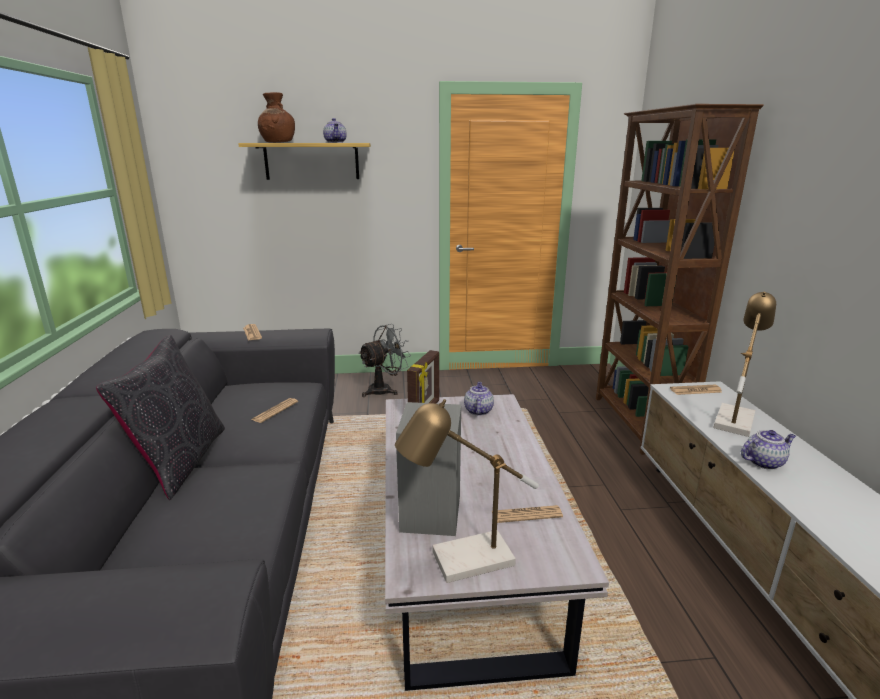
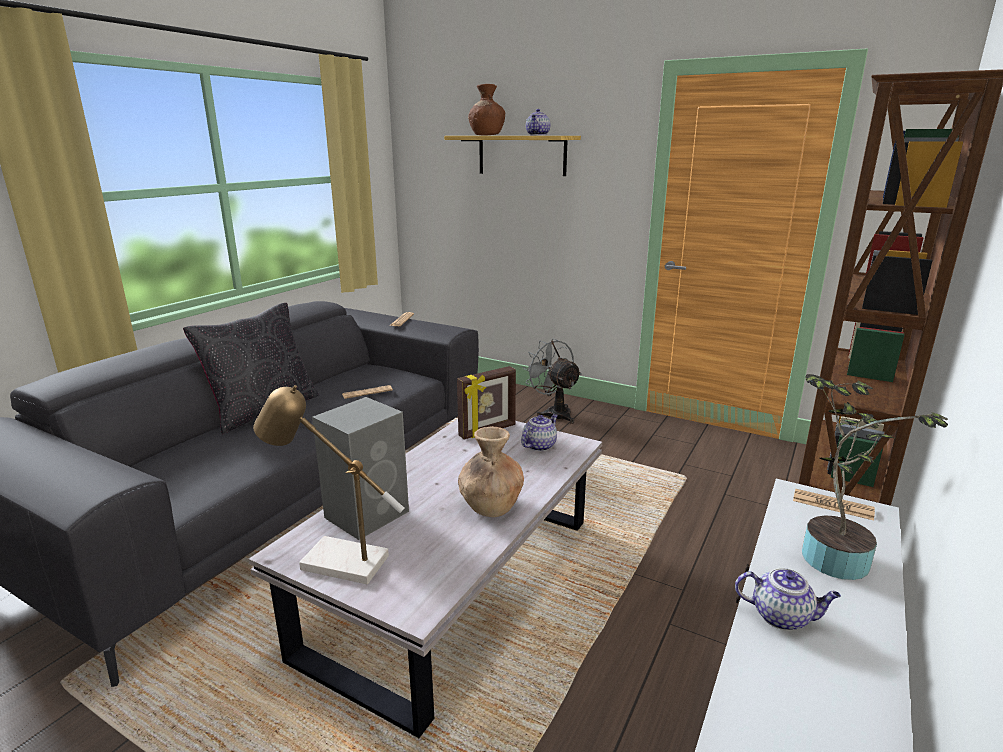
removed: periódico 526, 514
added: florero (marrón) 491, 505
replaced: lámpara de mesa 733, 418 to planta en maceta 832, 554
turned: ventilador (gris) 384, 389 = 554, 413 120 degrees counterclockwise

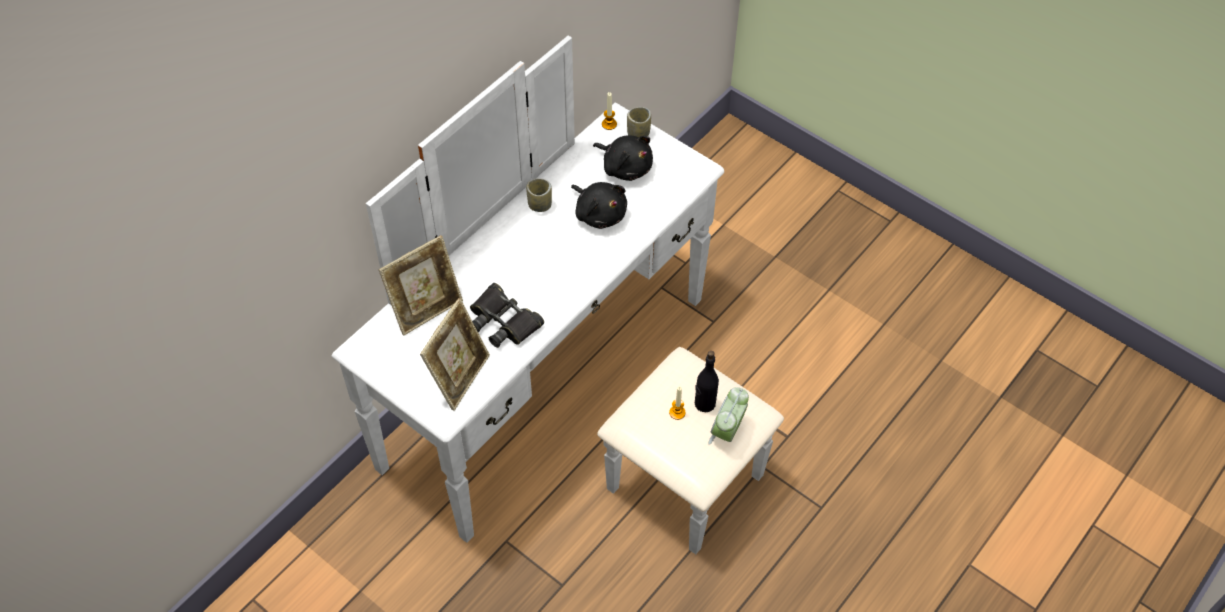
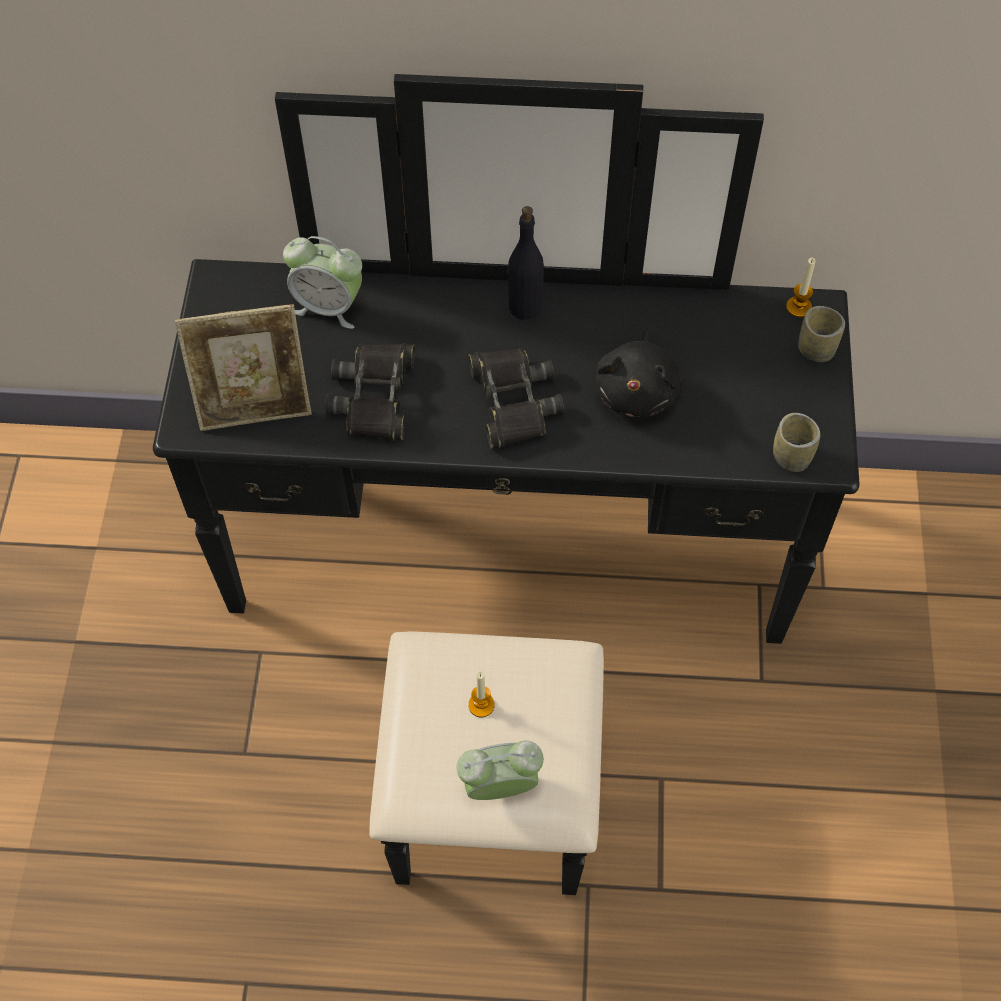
removed: peluche (negro) 625, 167
added: prismáticos (negro) 513, 401
moved: taza 540, 205 to 791, 457; botella (negro) 704, 403 to 524, 306
replaced: portarretratos 426, 309 to despertador 329, 306
recoloured: cómoda (blanco) 577, 402 to cómoda (negro) 508, 602

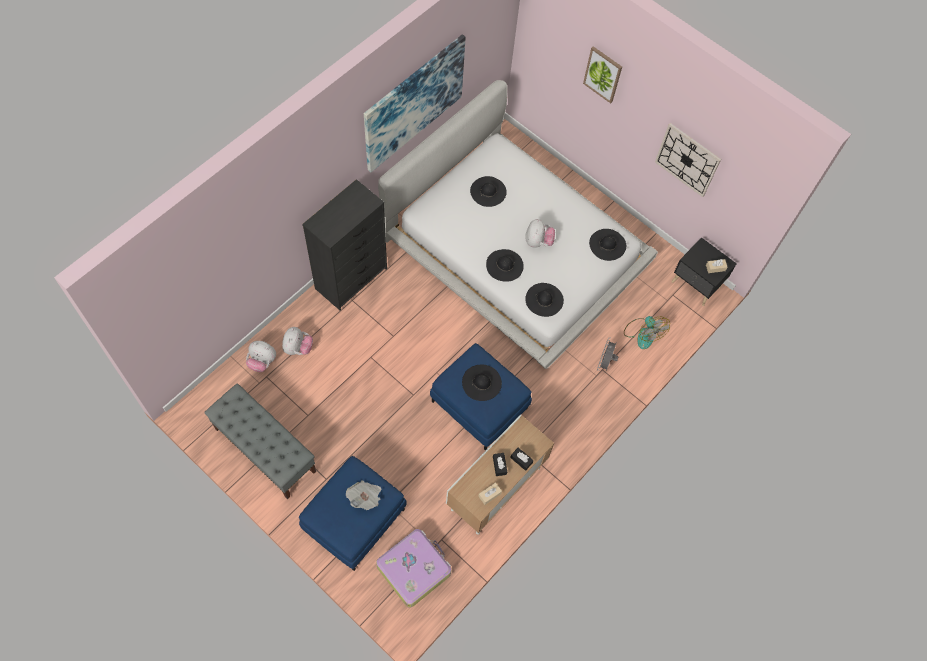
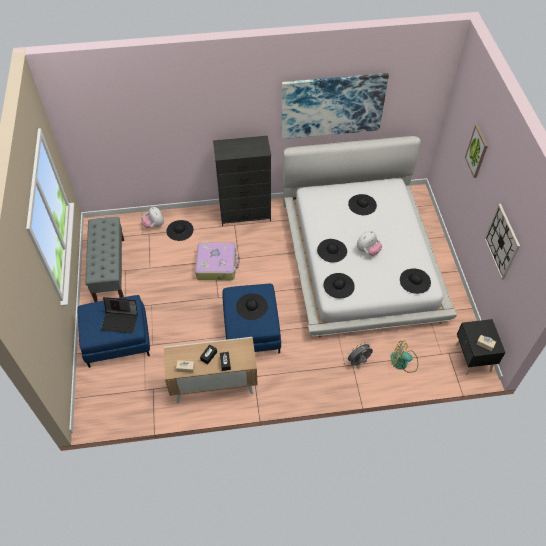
moved: maleta 414, 569 to 217, 265
replaced: peluche 298, 348 to sombrero (negro) 180, 230; periódico 365, 497 to portátil 120, 320
turned: ventilador 643, 333 = 403, 362 90 degrees clockwise

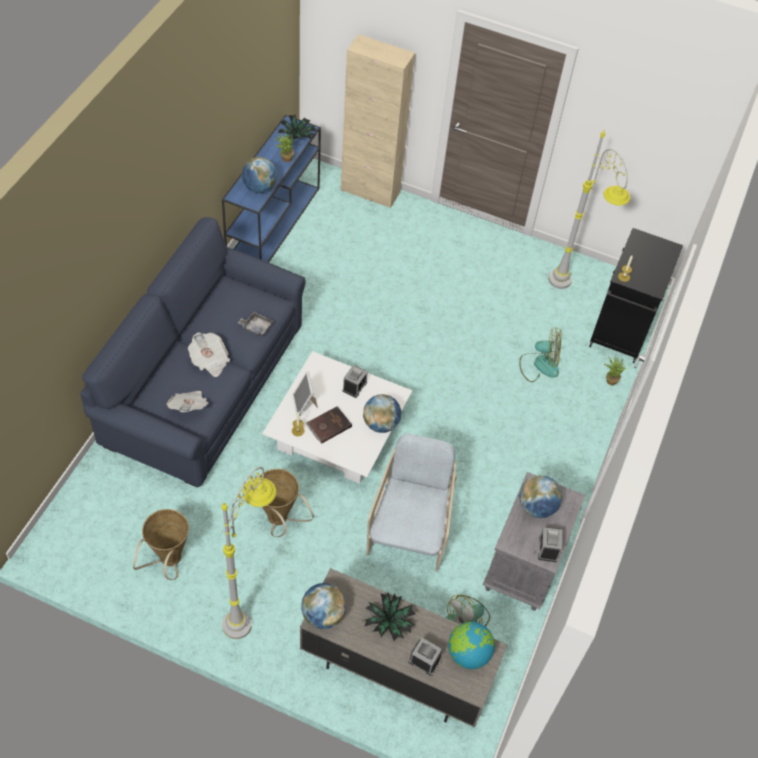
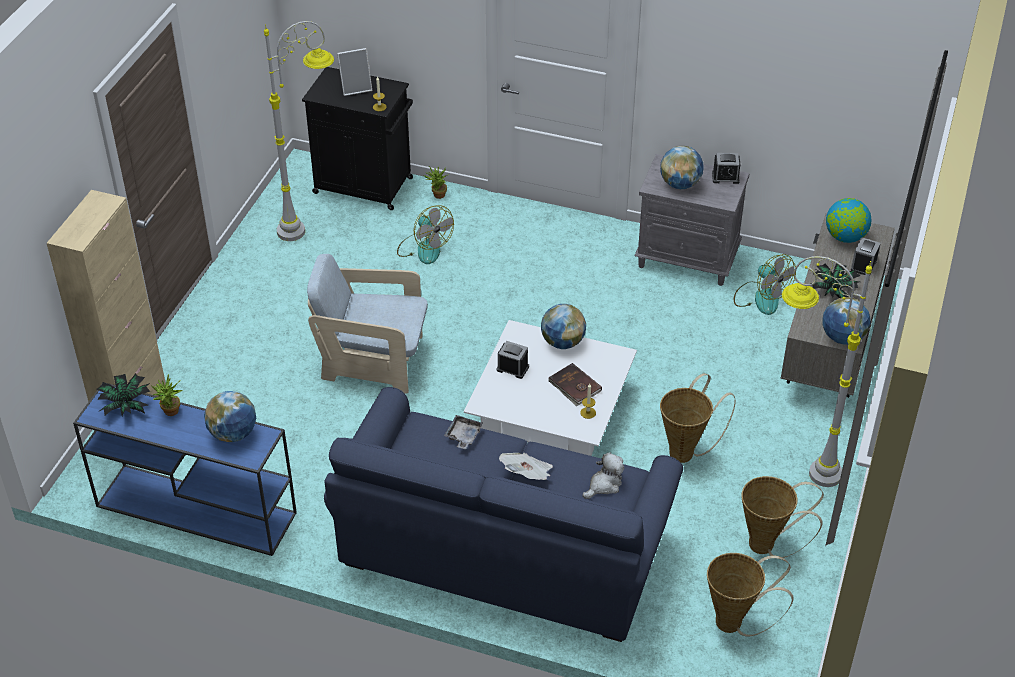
added: cesta 735, 623
moved: portarretratos 304, 405 to 356, 88; sillón (beis) 409, 530 to 373, 361
replaced: periódico 189, 407 to peluche 604, 485
turned: ventilador 539, 365 = 424, 248 135 degrees clockwise

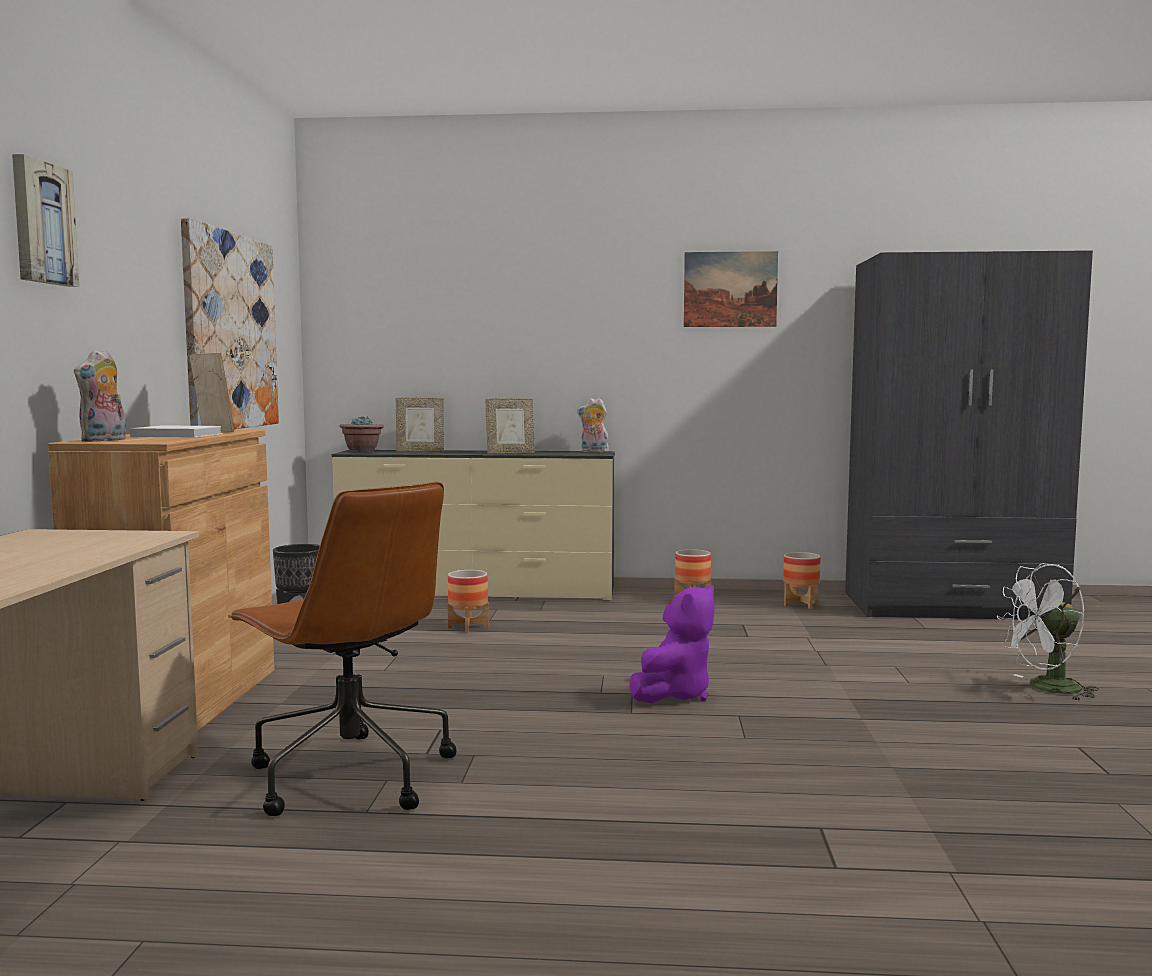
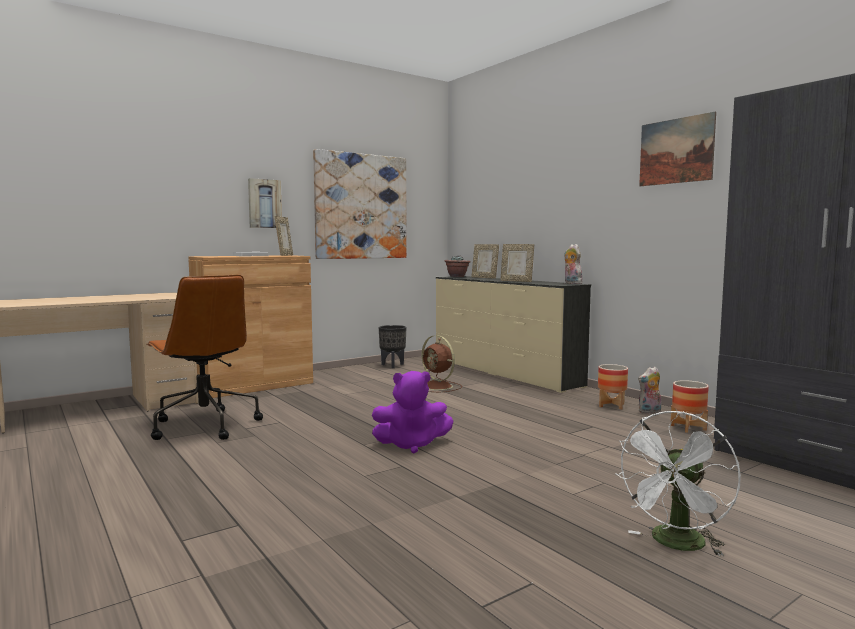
moved: cuadro 41, 223 to 264, 203; peluche 104, 440 to 649, 412
replaced: maceta 468, 627 to ventilador (marrón) 438, 387
turned: silla de oficina (marrón) 349, 775 = 204, 425 45 degrees counterclockwise; ventilador (blanco) 1045, 688 = 676, 545 90 degrees counterclockwise

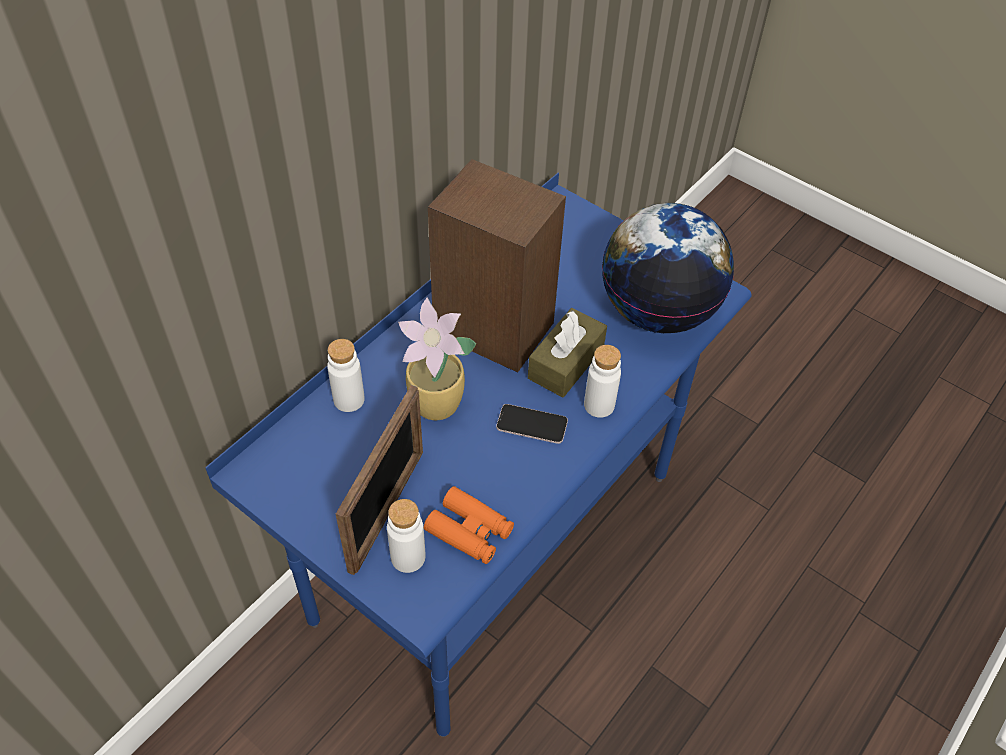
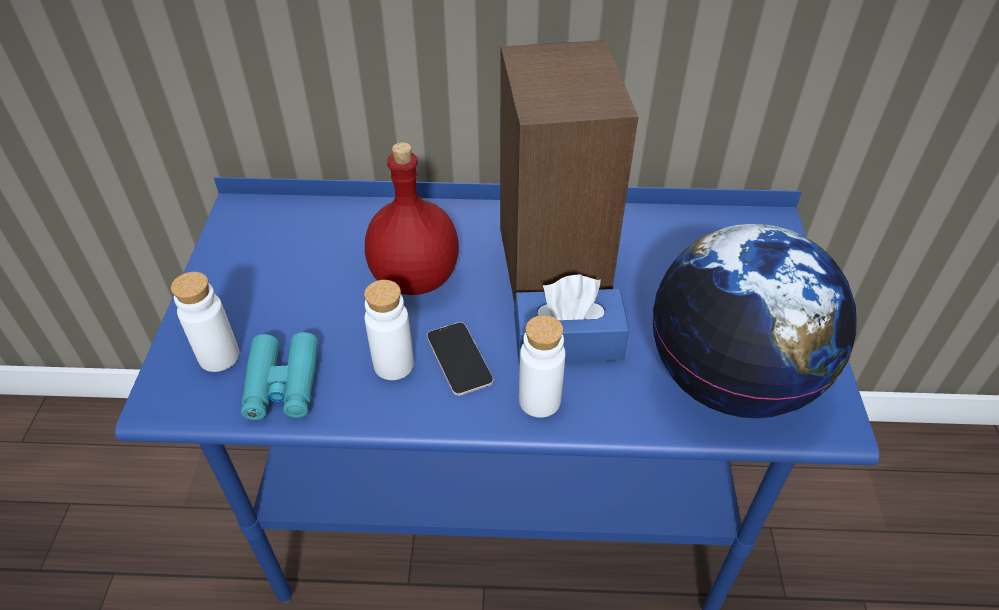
removed: portarretratos 387, 509
moved: botella (blanco) 349, 399 to 393, 364
replaced: planta en maceta 437, 405 to botella (rojo) 417, 278
recoloured: caja de pañuelos (marrón) 566, 363 to caja de pañuelos (azul) 568, 341; prismáticos (naranja) 469, 531 to prismáticos (turquesa) 283, 384

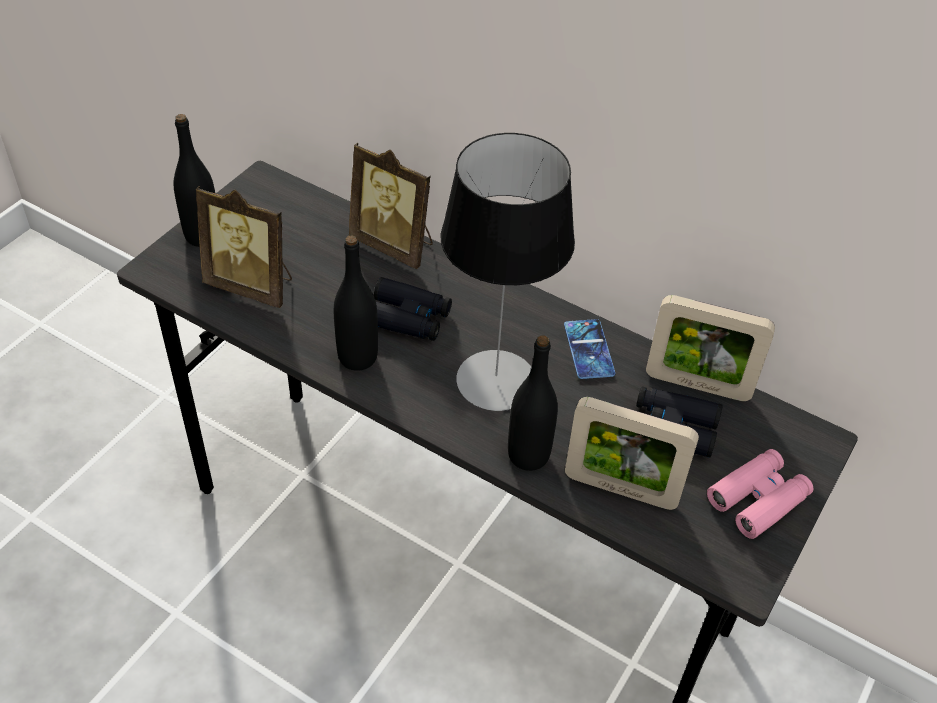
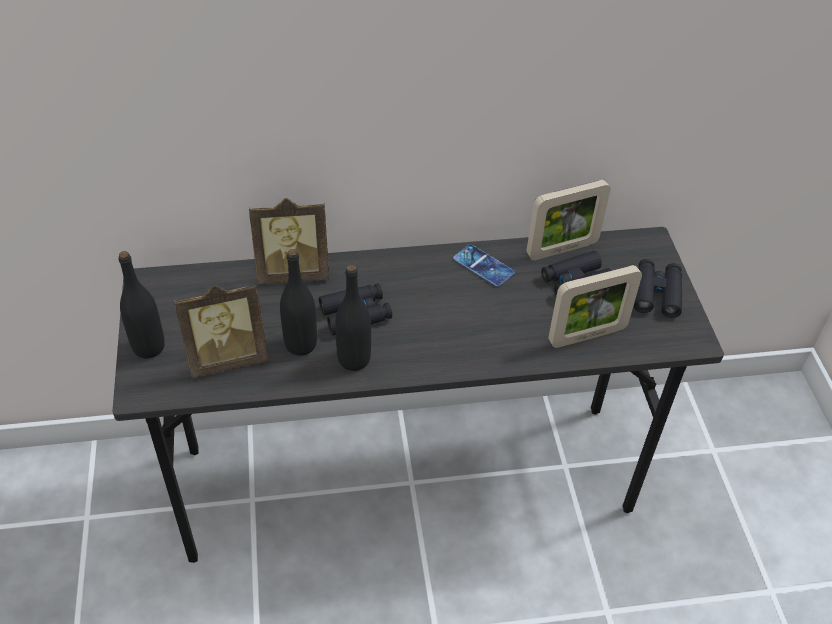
removed: lámpara de mesa 496, 380
moved: botella (negro) 528, 455 to 301, 344
recoloured: prismáticos (rosa) 758, 499 to prismáticos (negro) 656, 293

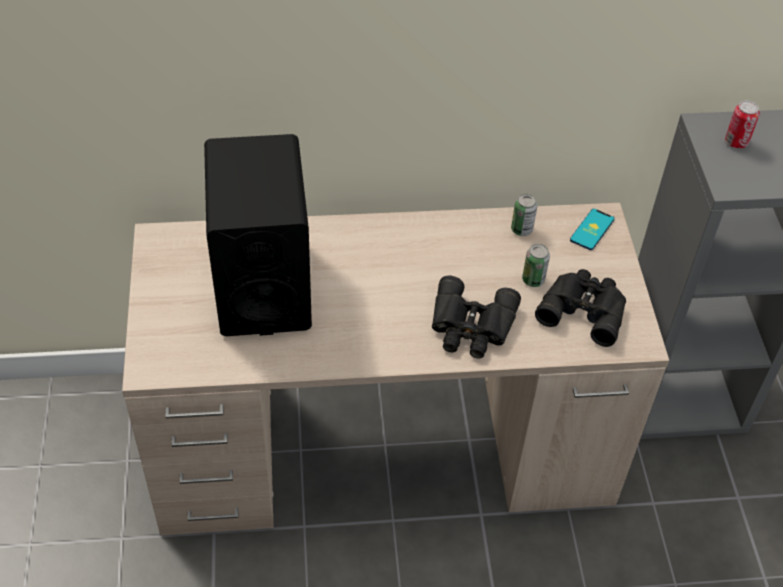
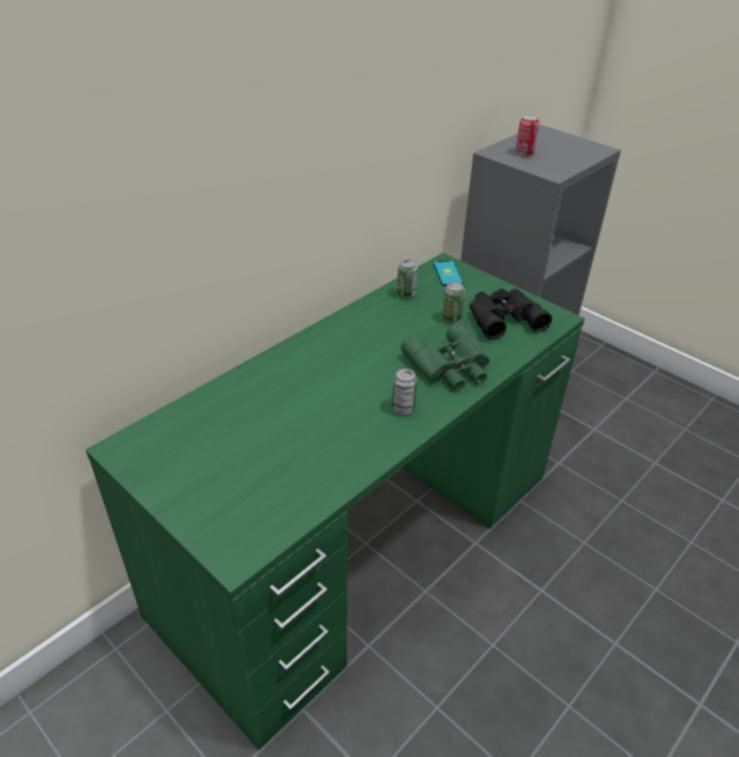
removed: altavoz (negro) 263, 286
added: lata 403, 408
recoloured: escritorio (beis) 385, 441 to escritorio (verde) 364, 541; prismáticos (negro) 471, 326 to prismáticos (verde) 450, 367

